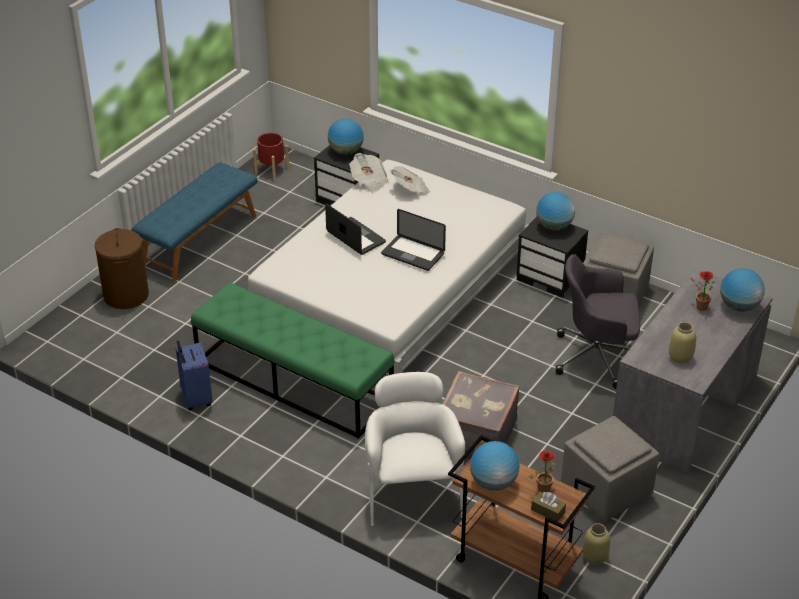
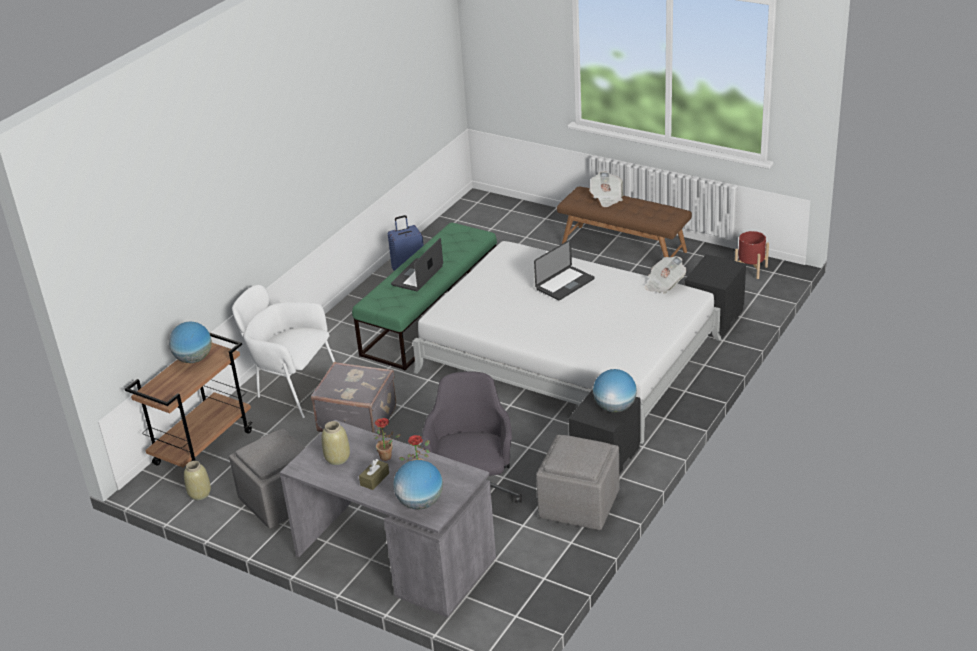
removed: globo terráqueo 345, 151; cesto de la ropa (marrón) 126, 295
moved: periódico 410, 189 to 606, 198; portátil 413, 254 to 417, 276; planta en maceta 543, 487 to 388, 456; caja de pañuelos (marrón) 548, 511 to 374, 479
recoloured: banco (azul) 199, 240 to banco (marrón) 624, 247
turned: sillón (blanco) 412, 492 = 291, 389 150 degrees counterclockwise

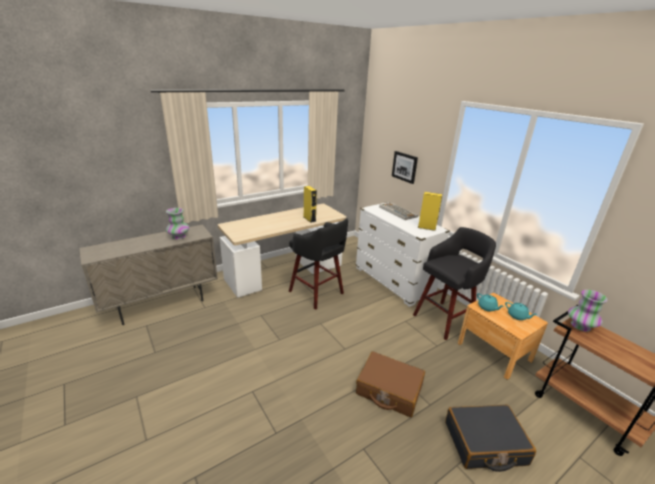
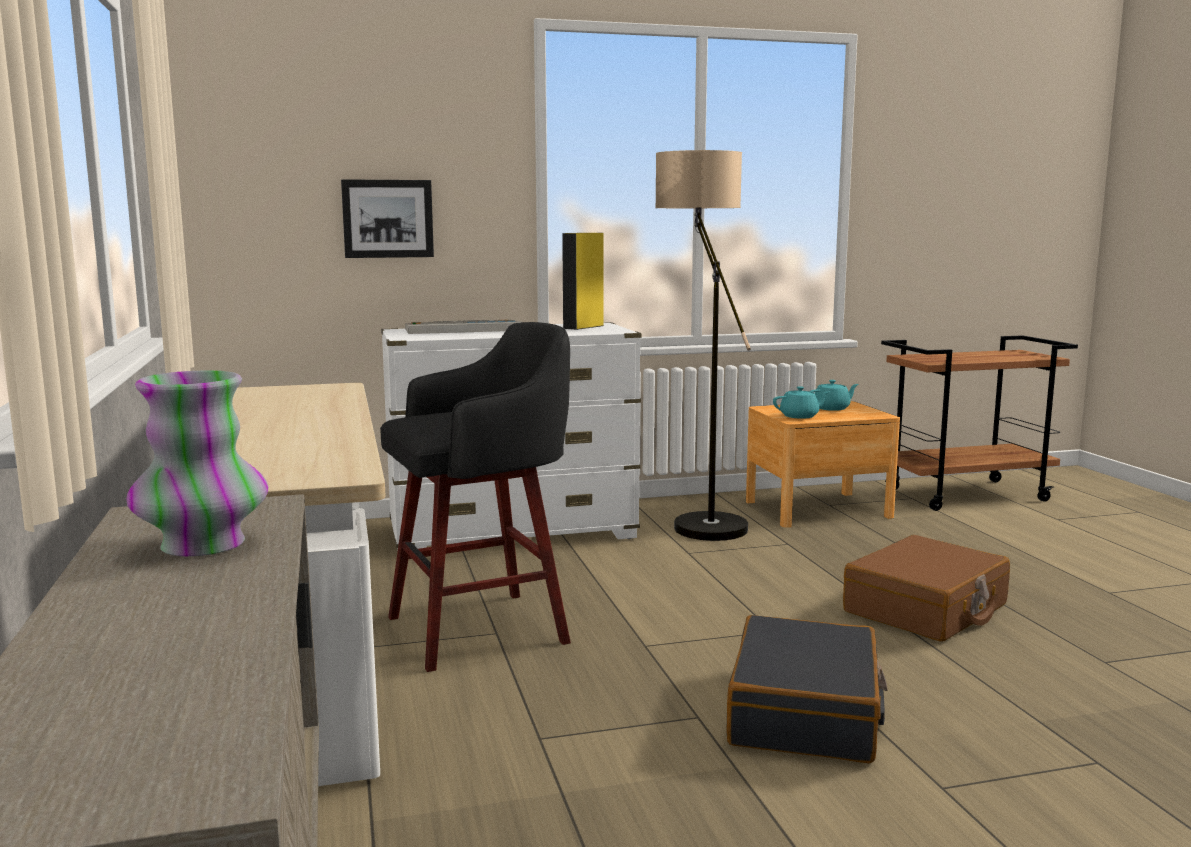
removed: altavoz (amarillo) 309, 219; florero 580, 326
moved: maleta (negro) 485, 443 to 805, 713
replaced: taburete (negro) 445, 319 to lámpara de pie 700, 520

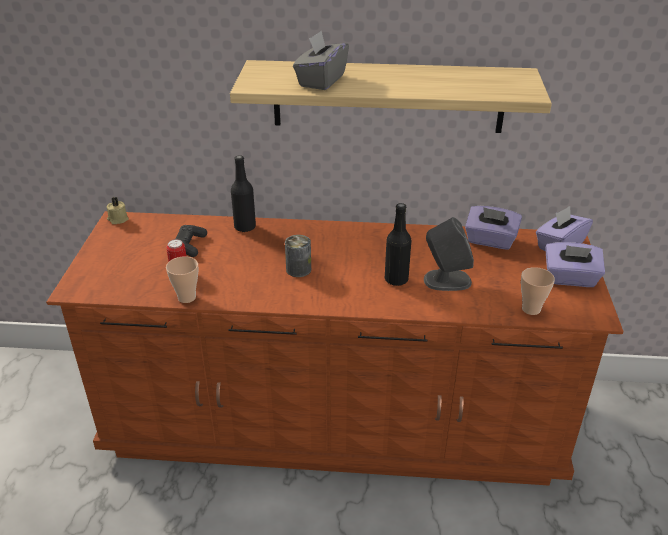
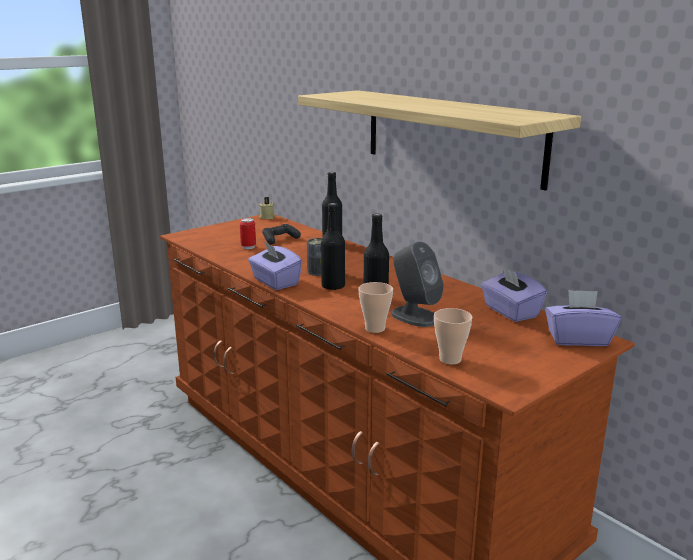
removed: caja de pañuelos (gris) 321, 80
added: botella (negro) 333, 286
moved: caja de pañuelos (morado) 570, 279 to 275, 282; taza 187, 297 to 375, 329

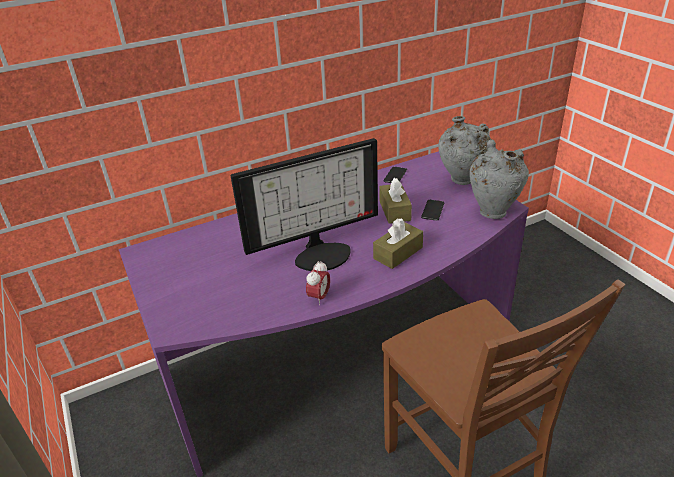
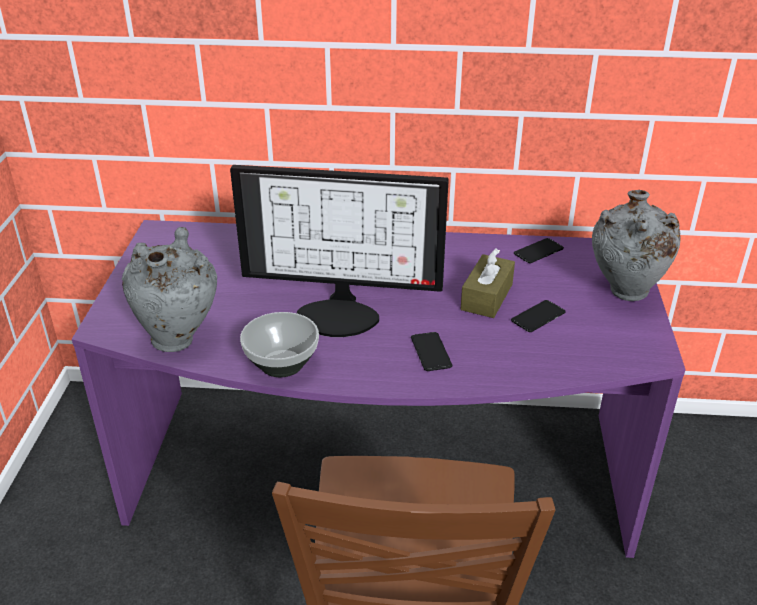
moved: florero (gris) 493, 211 to 179, 339
replaced: caja de pañuelos (marrón) 398, 253 to móvil 431, 352; despertador 319, 297 to cuenco 282, 363

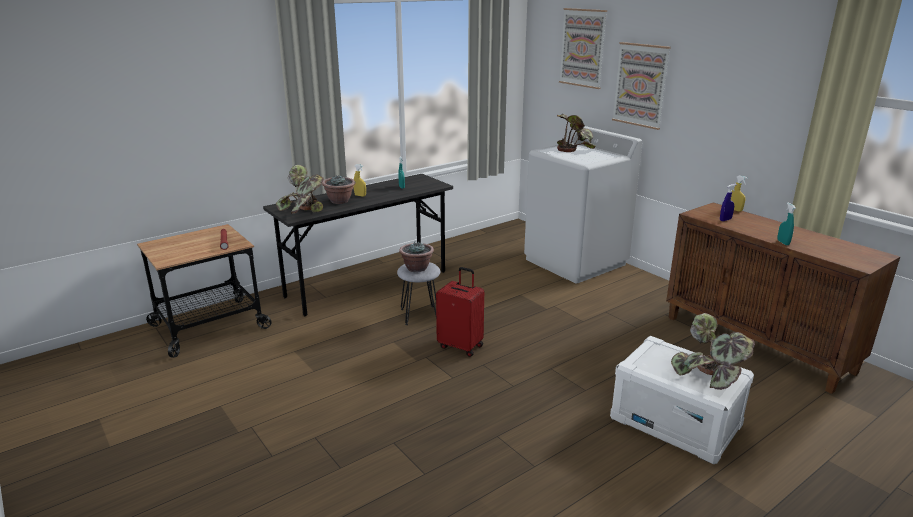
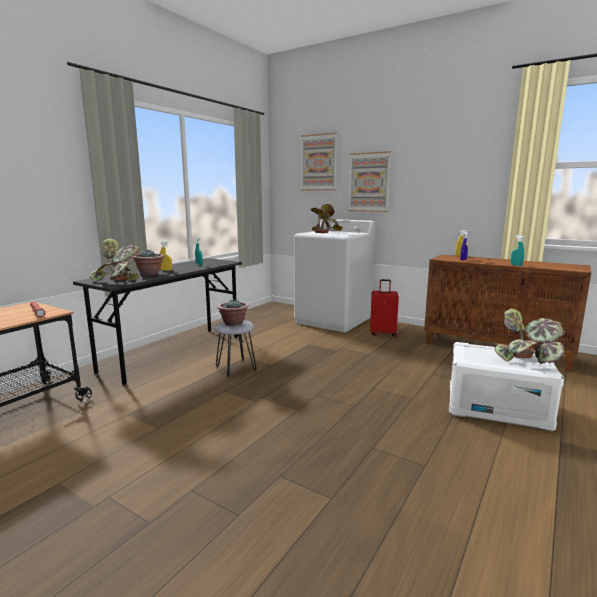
moved: maleta (rojo) 461, 346 to 383, 333

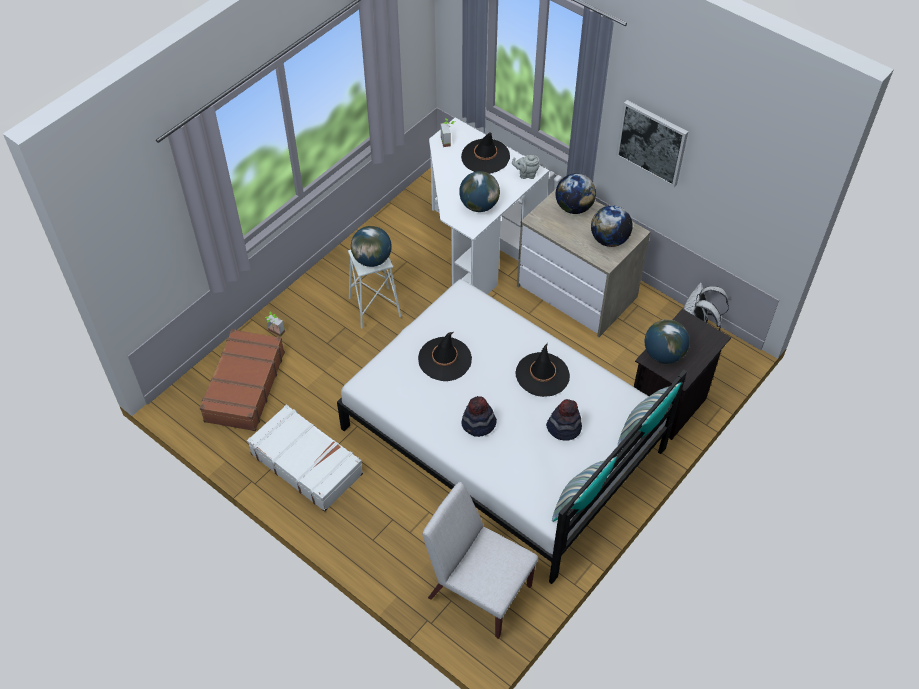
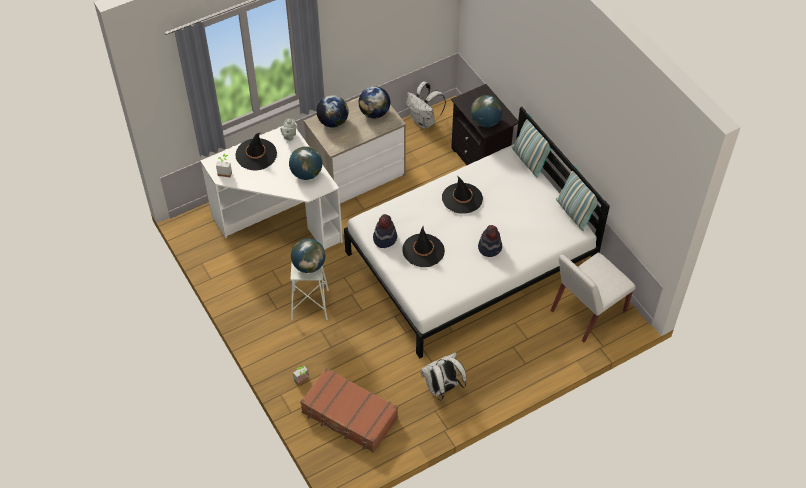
removed: cuadro 652, 142
moved: sombrero 564, 427 to 384, 238
replaced: maleta (blanco) 307, 463 to mochila (blanco) 442, 389

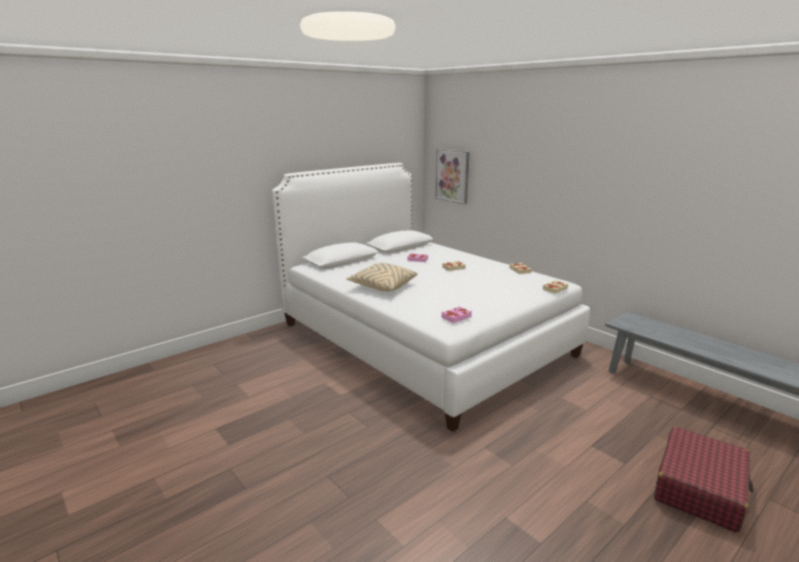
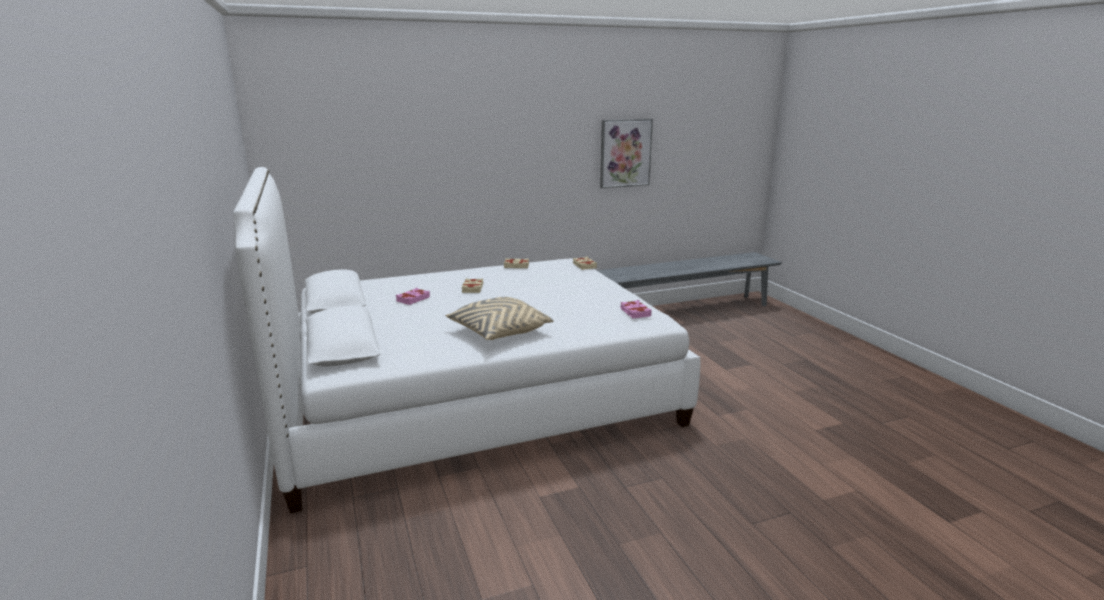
removed: maleta (rojo) 699, 488
moved: cuadro 452, 176 to 625, 153

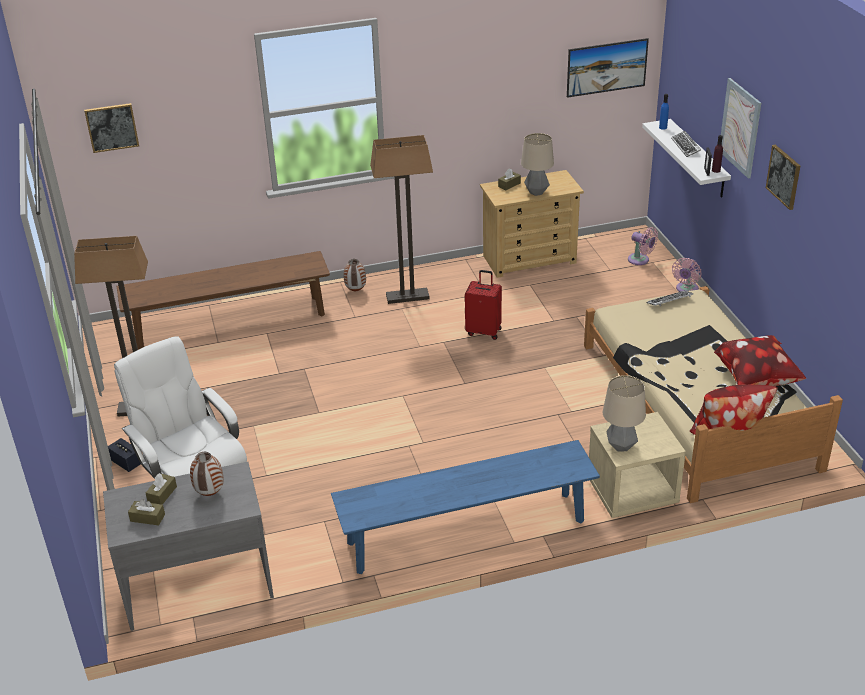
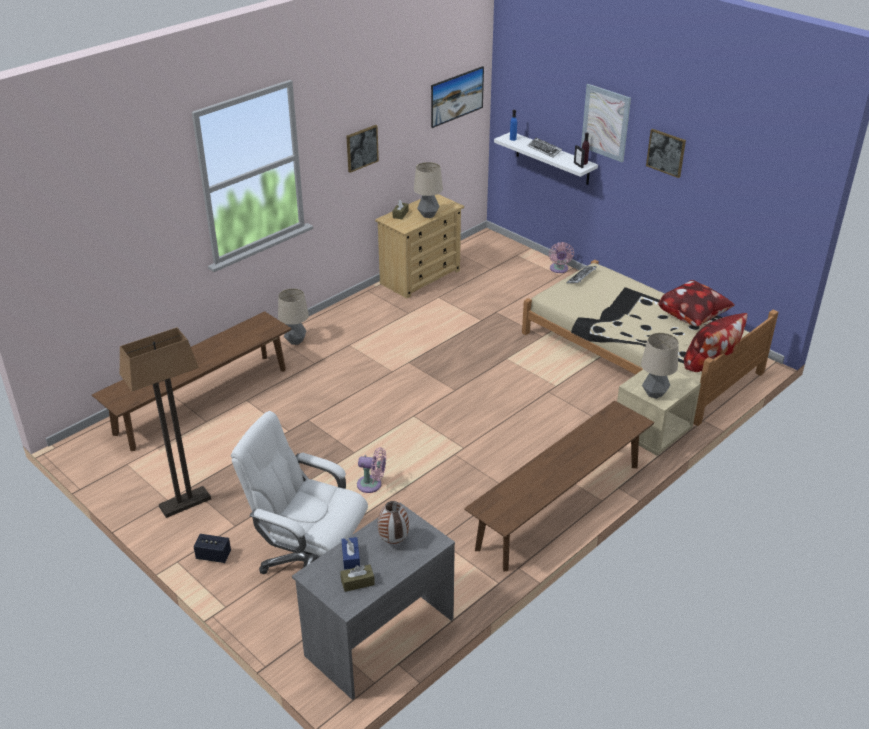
removed: lámpara de pie 407, 297; maleta (rojo) 484, 331
moved: cuadro 112, 127 to 361, 148; ventilador (rosa) 640, 260 to 372, 485
replaced: florero 355, 290 to lámpara de mesa 295, 341
recoloured: banco (azul) 466, 532 to banco (marrón) 560, 506; caja de pañuelos (marrón) 162, 494 to caja de pañuelos (azul) 351, 557

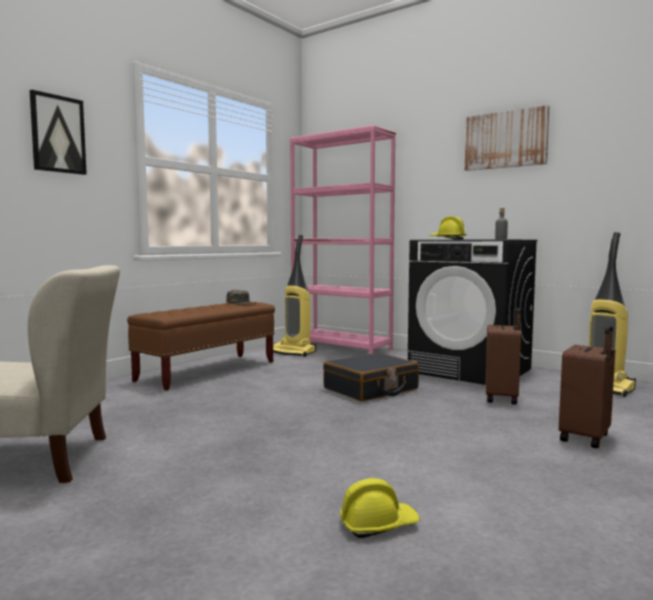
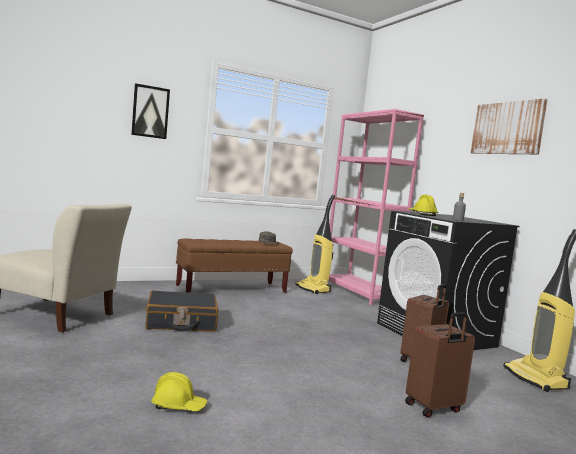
moved: maleta (negro) 371, 389 to 181, 322

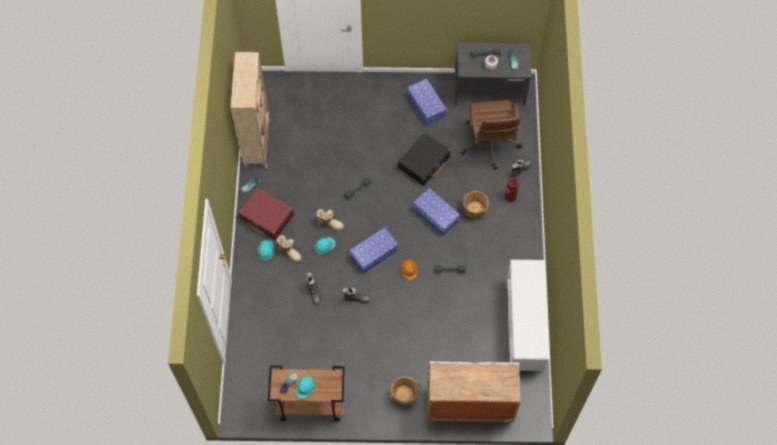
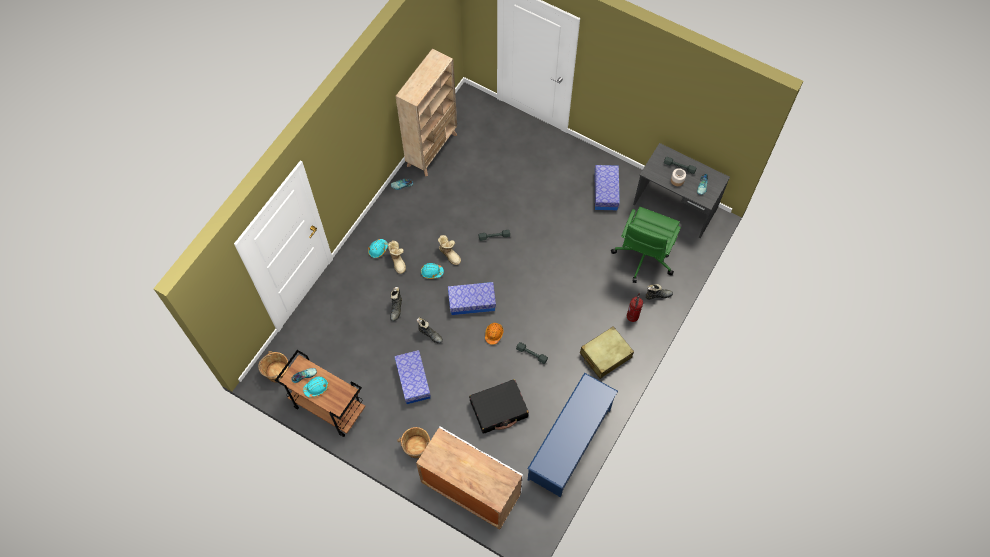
removed: maleta (rojo) 267, 217
added: maleta (beis) 605, 355
moved: maleta (negro) 424, 162 to 499, 409; caja de almacenaje 436, 215 to 413, 380; cubo (marrón) 474, 210 to 277, 372
recoloured: silla de oficina (marrón) 489, 144 to silla de oficina (verde) 643, 257; zapatero (blanco) 524, 325 to zapatero (azul) 570, 444

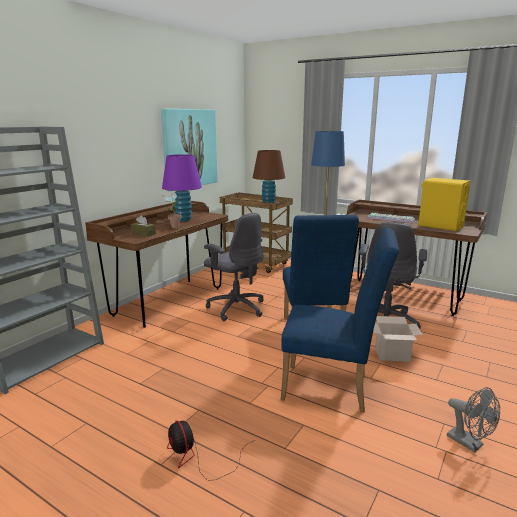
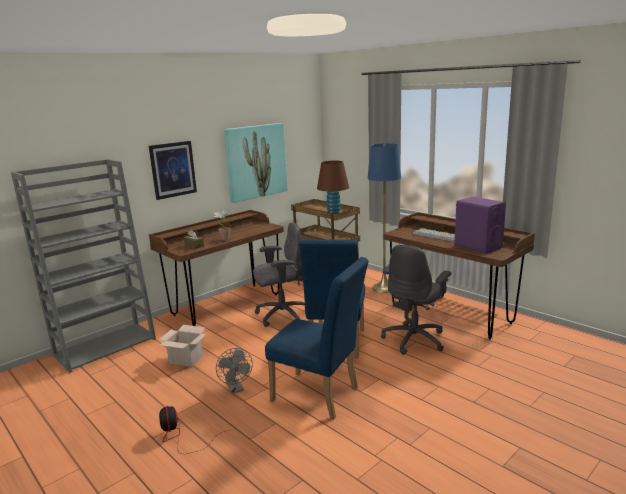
removed: lámpara de mesa (morado) 183, 220
added: cuadro 173, 169
moved: caja de cartón 391, 354 to 185, 359; ventilador (gris) 470, 443 to 236, 389
recoloured: altavoz (amarillo) 440, 226 to altavoz (morado) 477, 246
turned: silla de oficina (gris) 236, 308 = 281, 315 75 degrees counterclockwise

